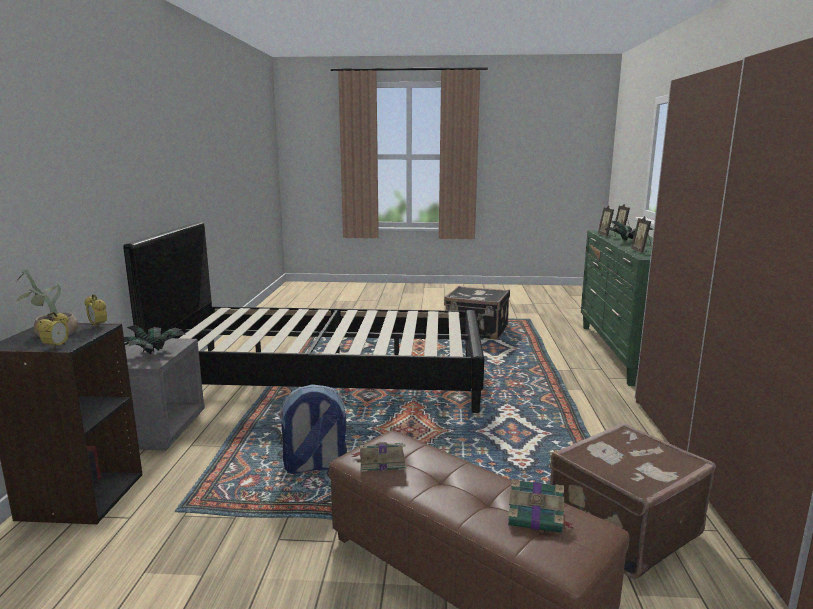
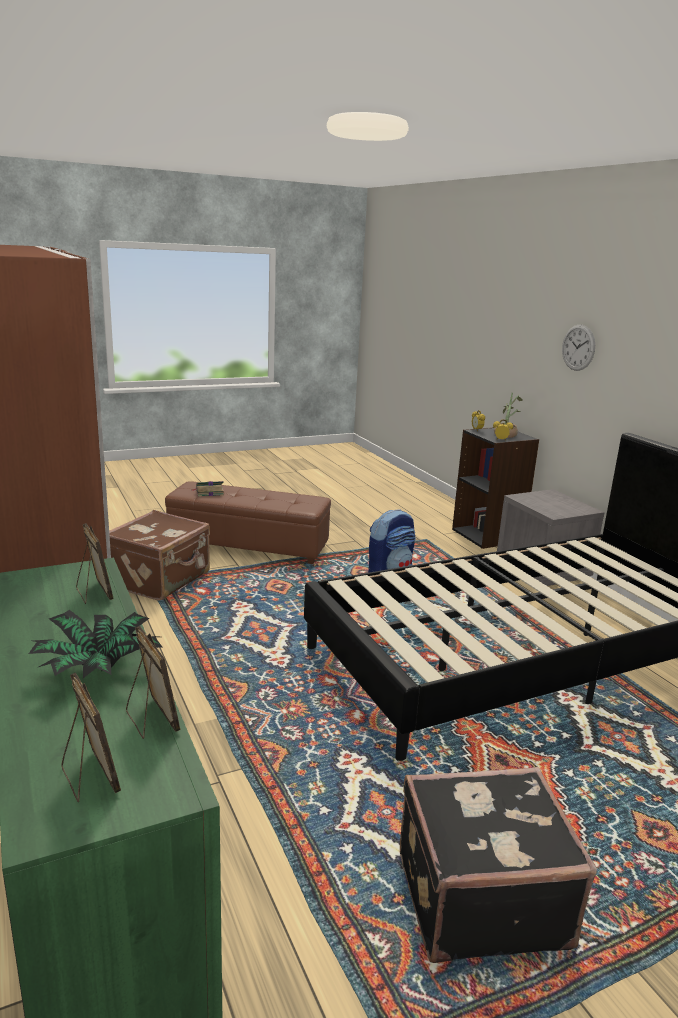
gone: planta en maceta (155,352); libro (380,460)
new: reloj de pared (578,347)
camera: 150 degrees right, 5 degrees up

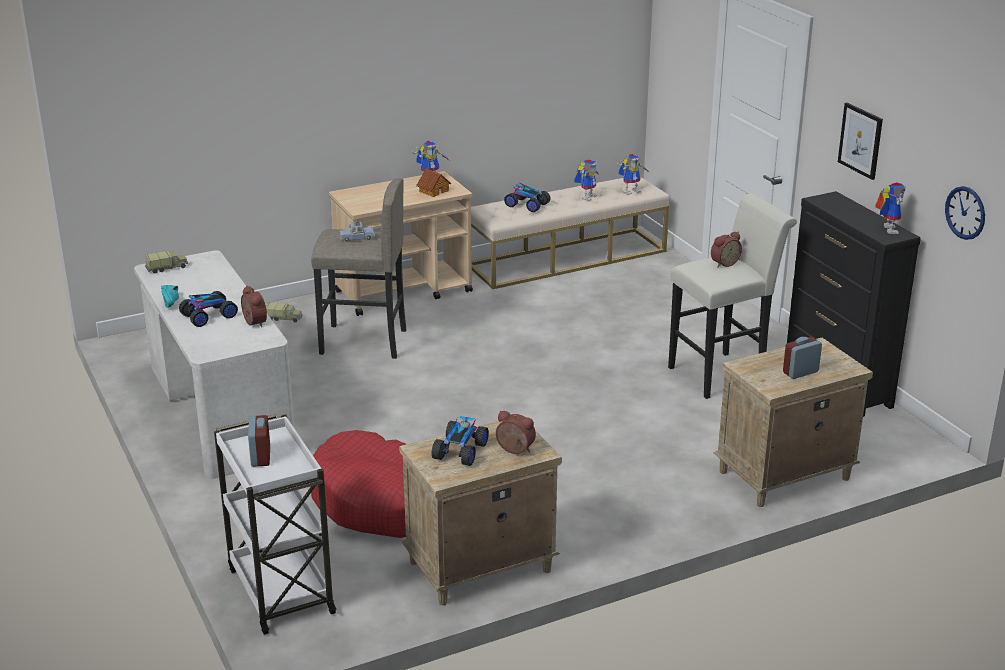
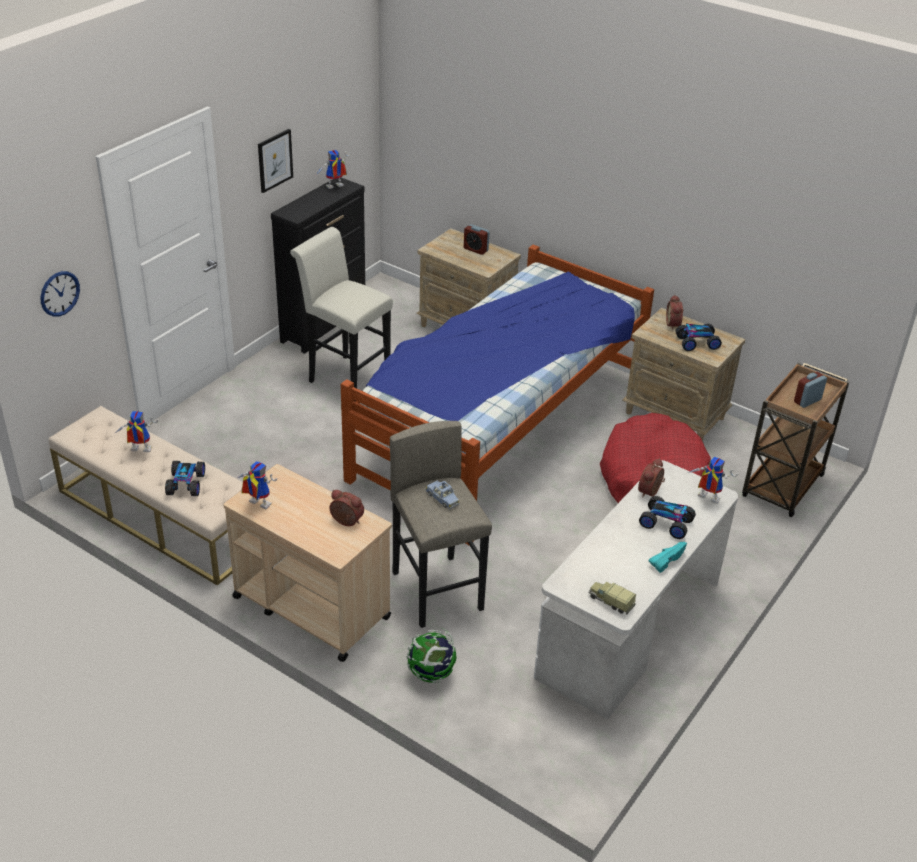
gone: casita (433,191)
new: cama (498,427)
shifted: reloj de pared (965,212) to (59,293); despertador (723,263) to (346,522); robot de juguete (631,190) to (705,499)
swapped: camión de juguete (284,318) to globo terráqueo (431,673)
repainted: carrito/blanco (280,589) to carrito/marrón (782,487)
camera: 120 degrees left, 10 degrees up

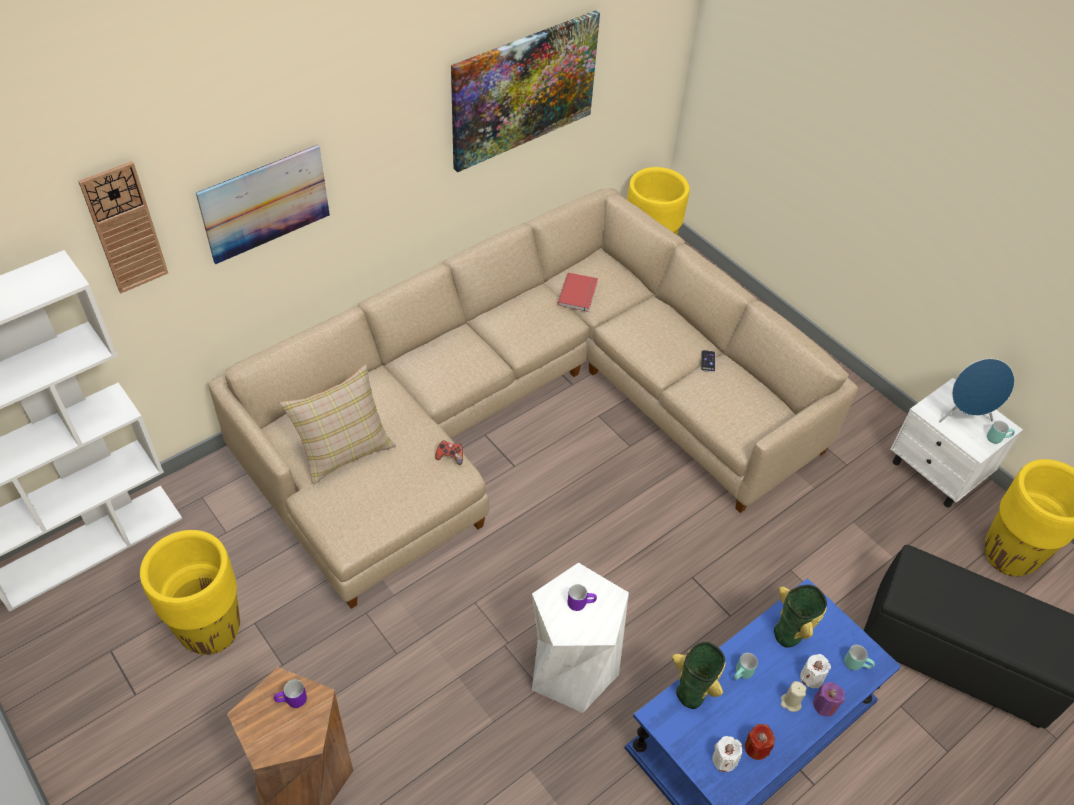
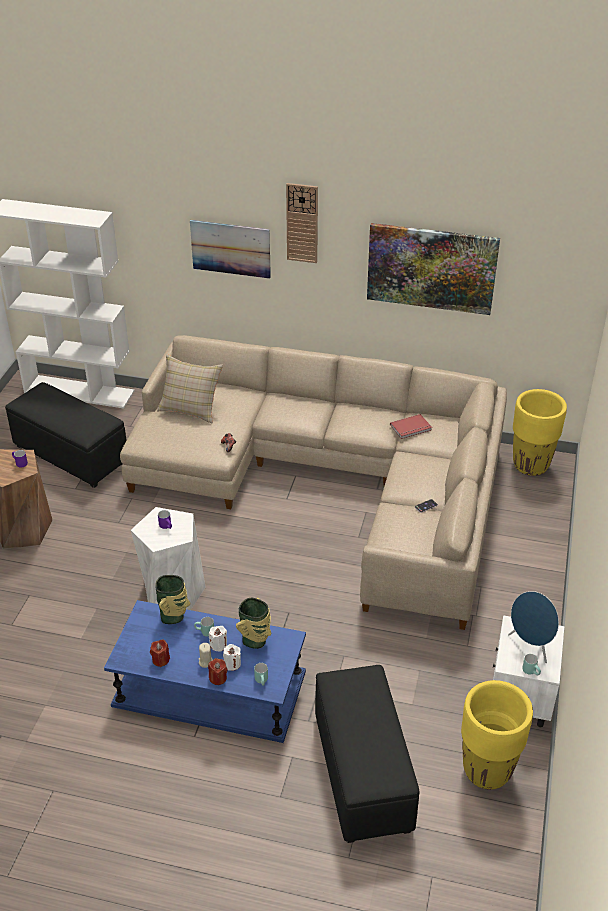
shifted: vela/blanco (724,759) to (218,645); reloj de pared (125,228) to (302,223)
swapped: maceta/amarillo (211,630) to puf/negro (72,455)
repainted: vela/morado (825,705) to vela/rojo (218,678)
camera: 55 degrees right, 10 degrees down

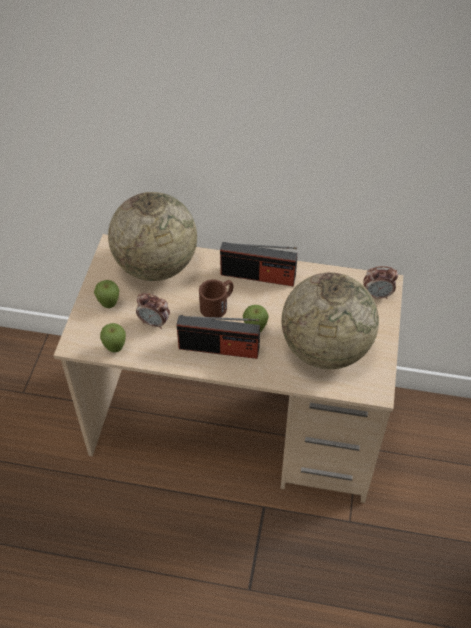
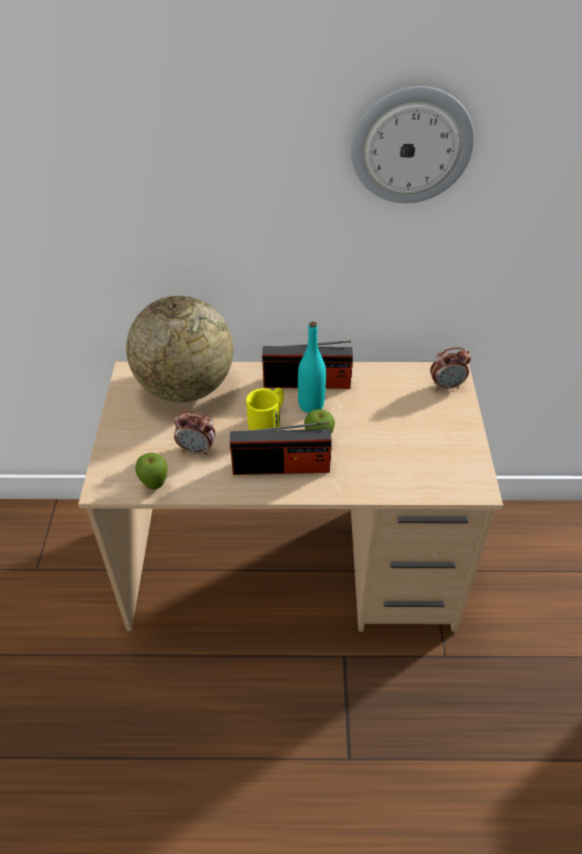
gone: manzana (109,305); globo terráqueo (325,349)
new: botella/turquesa (311,405); reloj de pared (411,145)
repainted: taza grande/marrón (218,305) to taza grande/amarillo (268,420)
camera: 10 degrees left, 5 degrees down

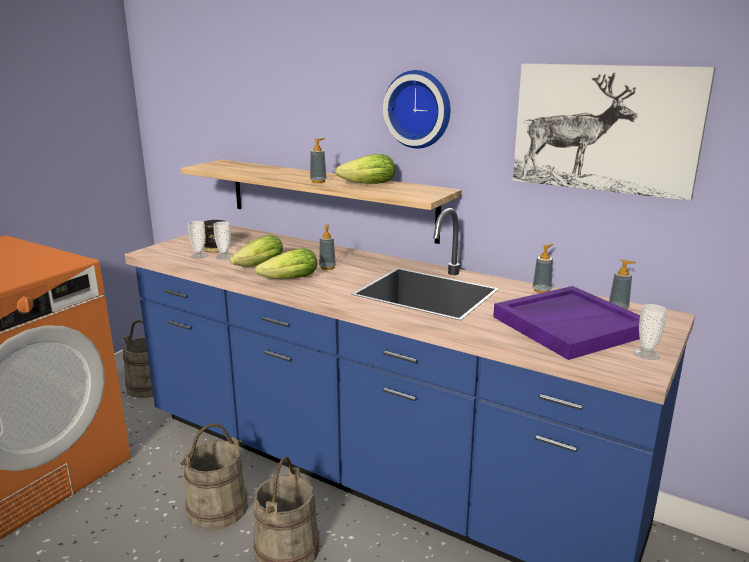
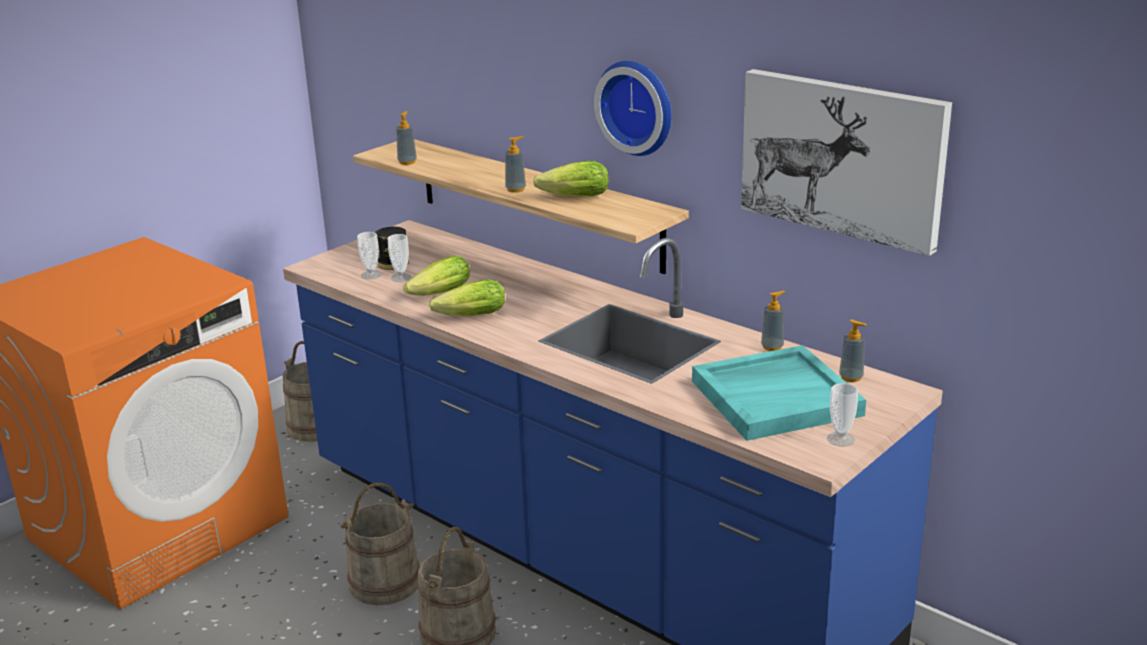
shifted: dispensador de jabón (327,267) to (407,162)
repainted: bandeja/morado (569,325) to bandeja/turquesa (776,397)
camera: 10 degrees right, 5 degrees up

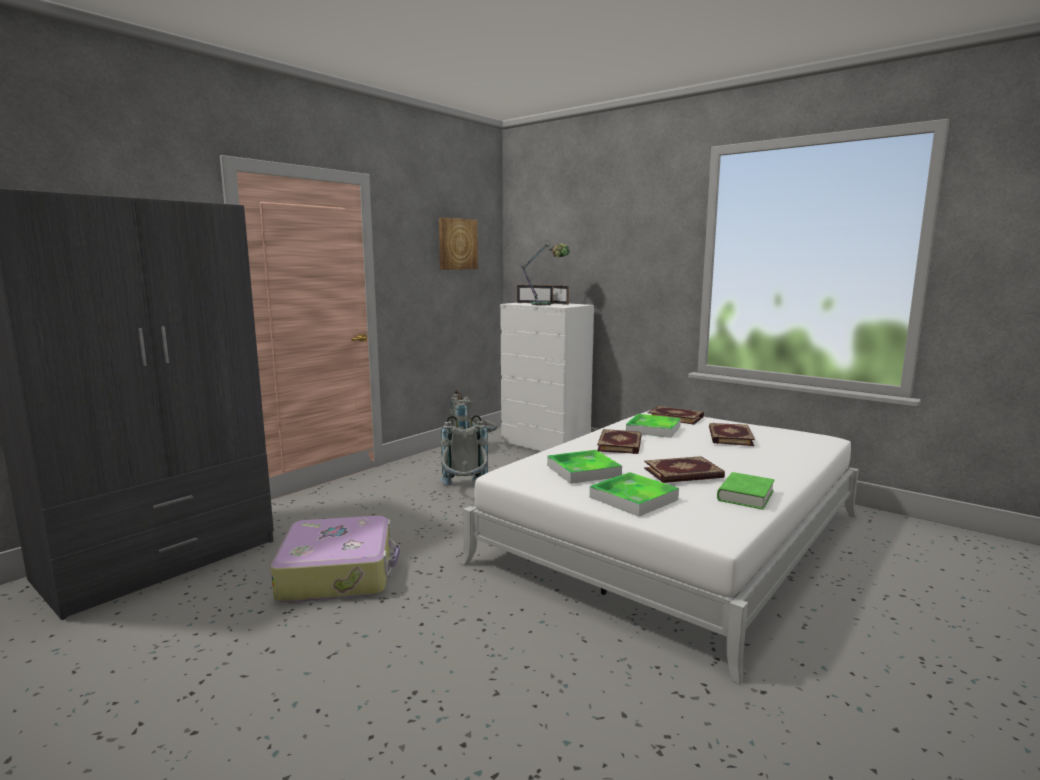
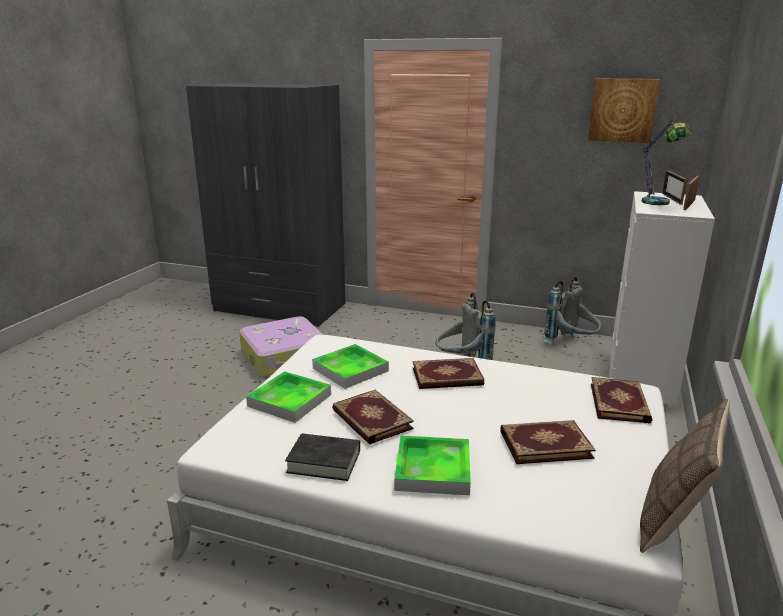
new: cojín (673,521)
shifted: bandeja (653,429) to (433,469)
repainted: libro/verde (745,496) to libro/negro (324,461)
camera: 70 degrees right, 10 degrees up

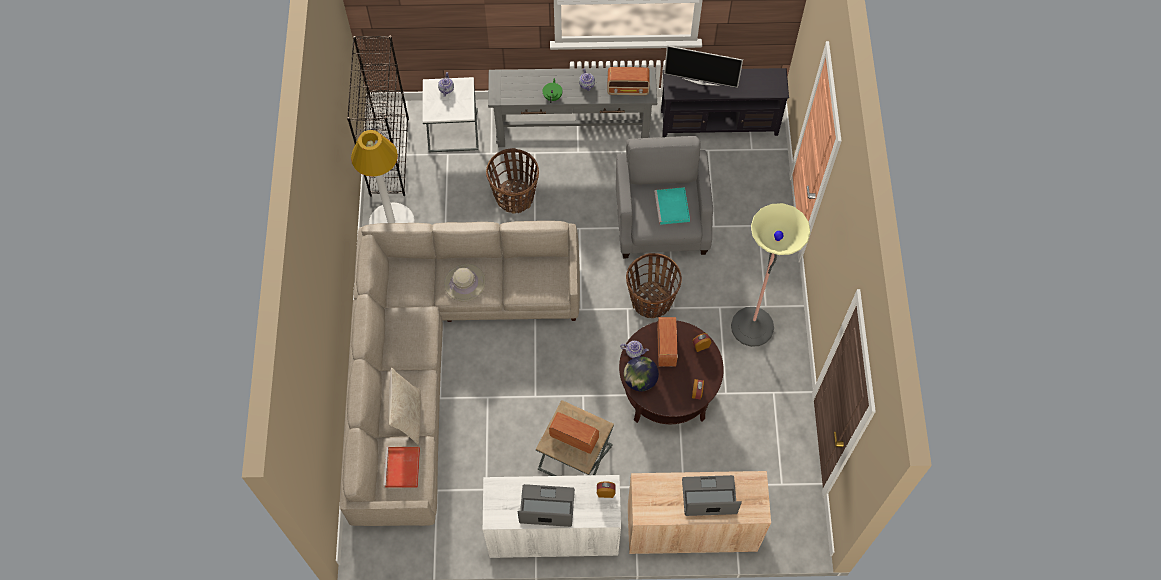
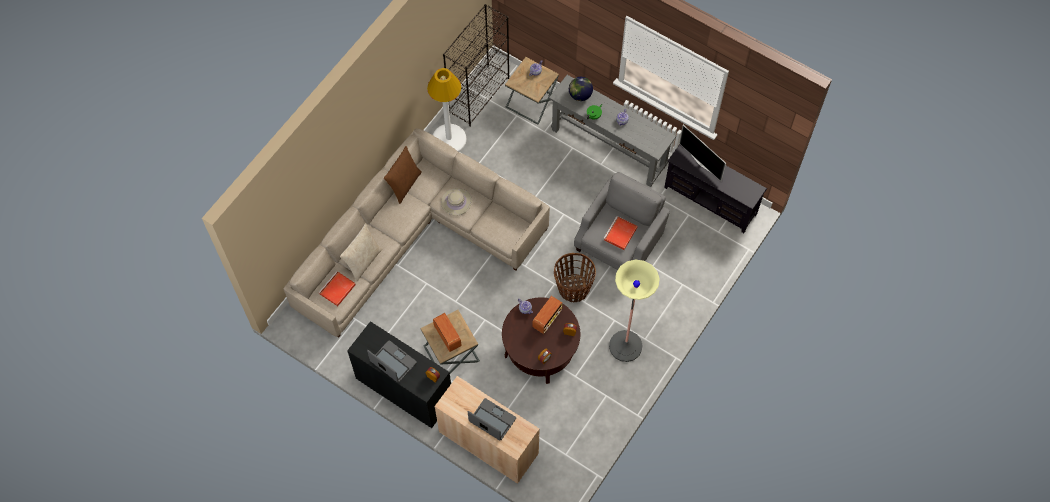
gone: cesta (515,197); radio (628,89)
new: cojín/marrón (404,184)
shifted: globo terráqueo (640,380) to (580,95)
repainted: armario/blanco (553,532) to armario/negro (404,389); mesa auxiliar/blanco (453,130) to mesa auxiliar/marrón (531,102); bandeja/turquesa (672,207) to bandeja/rojo (620,234)
camera: 35 degrees right, 0 degrees up

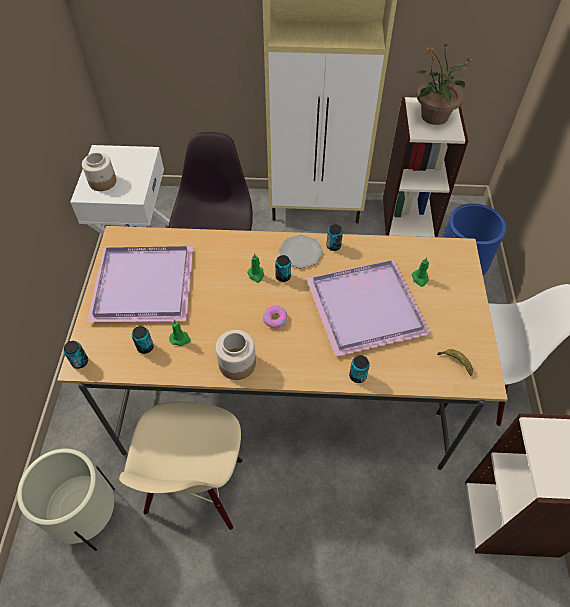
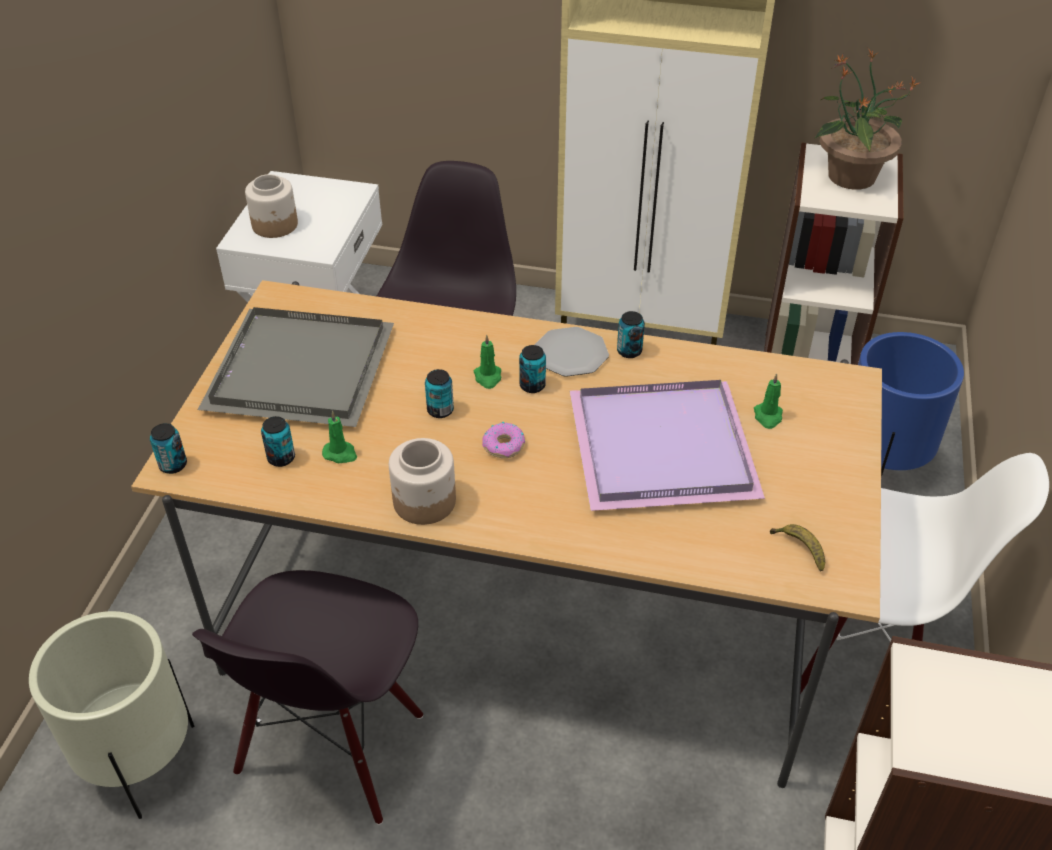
shifted: lata (357,376) to (440,410)
repainted: silla/beis (196,488) to silla/negro (332,747); bandeja/morado (142,283) to bandeja/gris (298,368)
camera: 10 degrees right, 10 degrees down

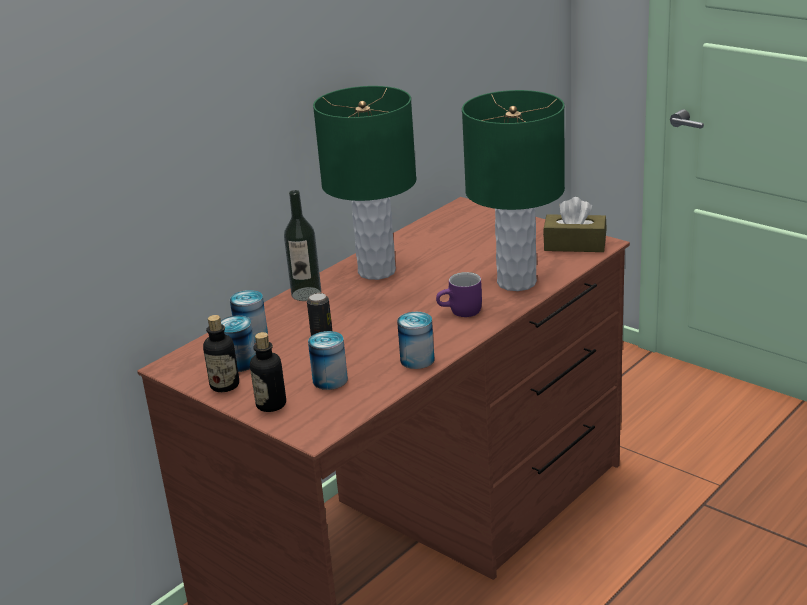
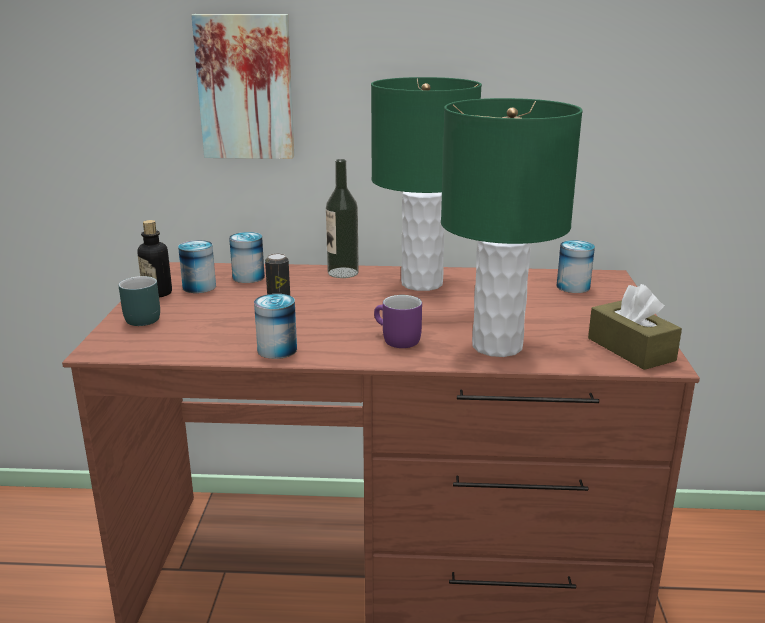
new: cuadro (246,87)
shifted: lata (330,380) to (573,287)
swapped: botella (271,404) to taza grande/turquesa (139,318)
camera: 50 degrees right, 5 degrees down

